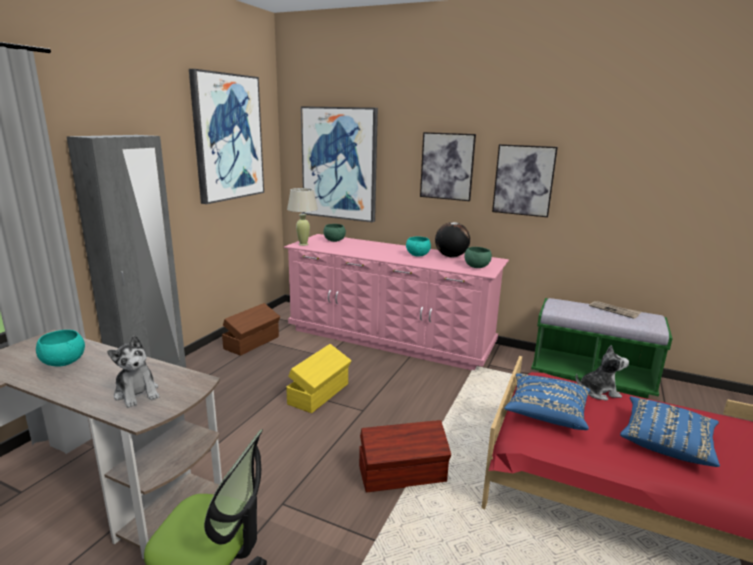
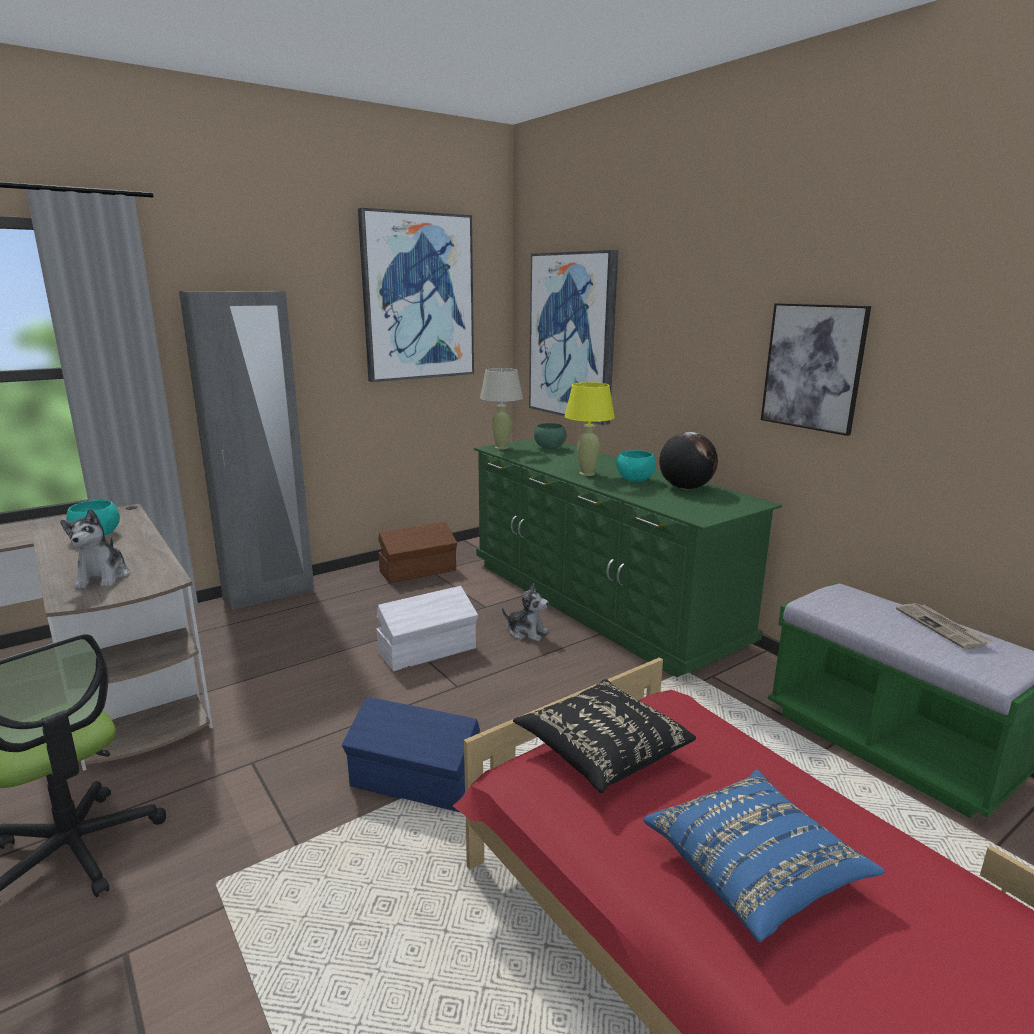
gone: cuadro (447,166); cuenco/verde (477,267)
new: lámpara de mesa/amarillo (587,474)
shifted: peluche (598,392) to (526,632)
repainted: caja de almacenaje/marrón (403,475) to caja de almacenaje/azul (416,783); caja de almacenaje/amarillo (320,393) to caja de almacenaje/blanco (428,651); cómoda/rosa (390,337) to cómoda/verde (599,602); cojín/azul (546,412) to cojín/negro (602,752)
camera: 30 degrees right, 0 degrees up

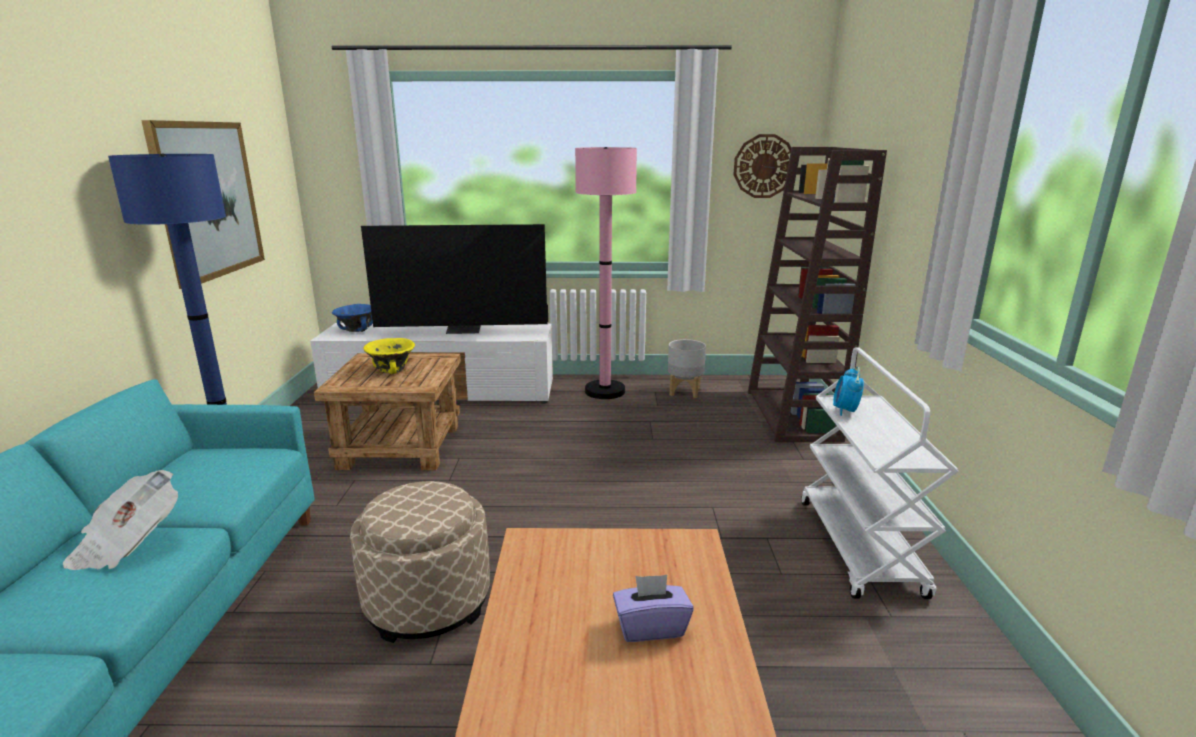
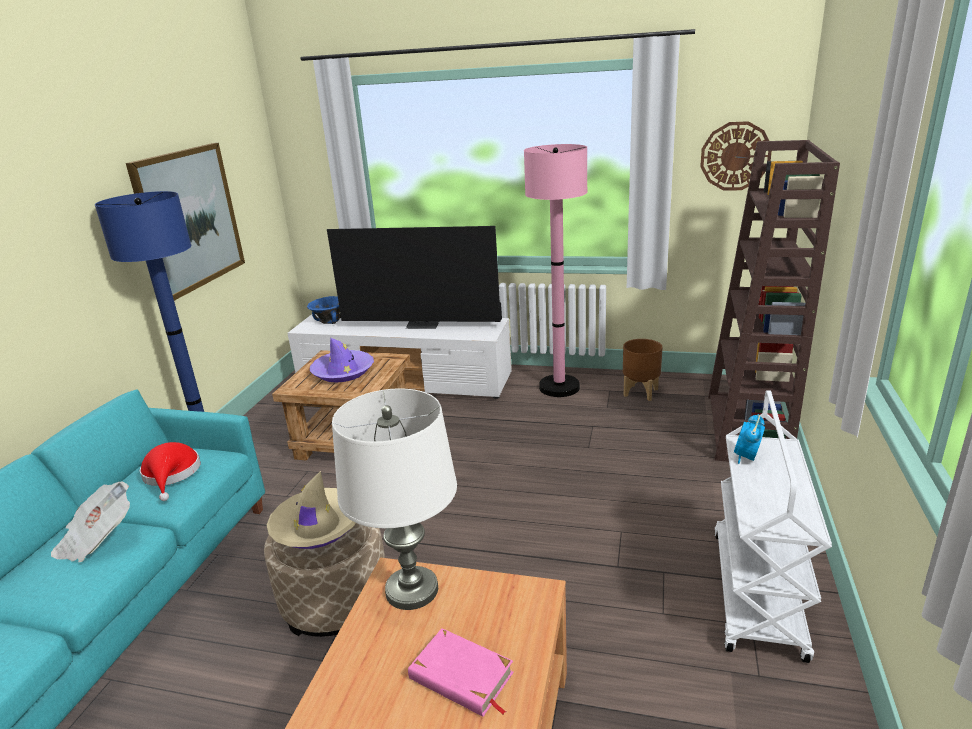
new: sombrero/rojo (171,474); sombrero/beis (317,526); lámpara de mesa/blanco (411,590)
swapped: cuenco/amarillo (391,370) to sombrero/morado (343,372); caja de pañuelos/morado (650,627) to libro/rosa (461,677)
repainted: maceta/gris (684,392) to maceta/marrón (640,392)
camera: 15 degrees right, 5 degrees up

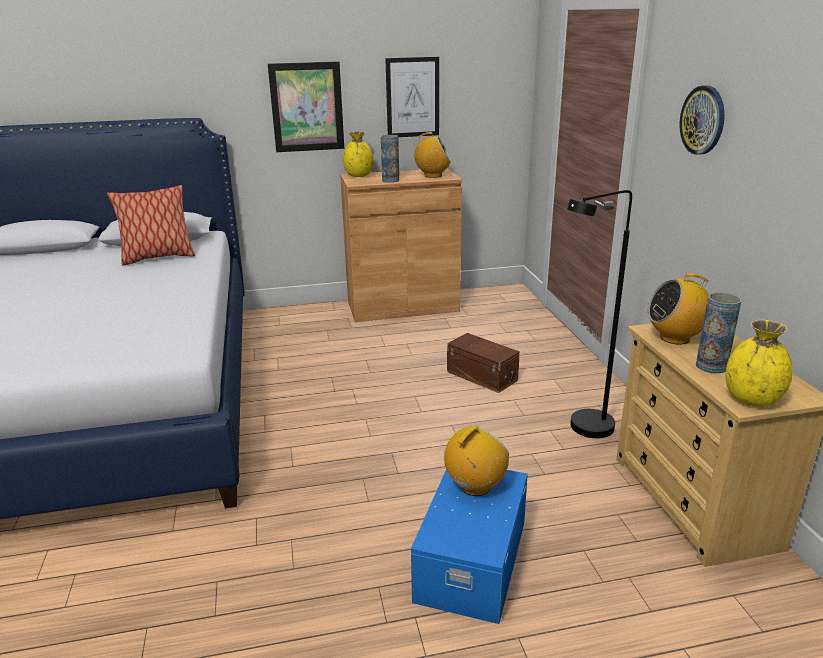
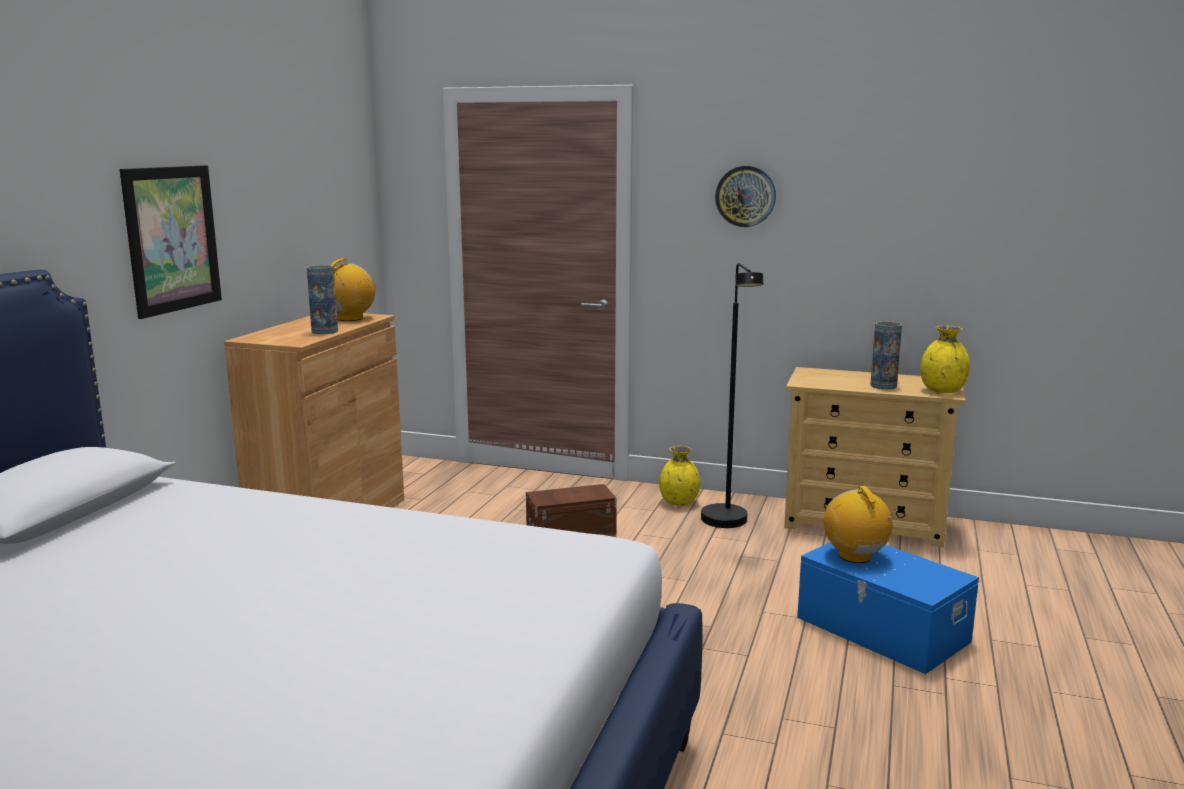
gone: cojín (158,258); cuadro (412,97); radio (675,338)
shifted: florero/amarillo (359,176) to (679,502)
camera: 60 degrees left, 10 degrees down

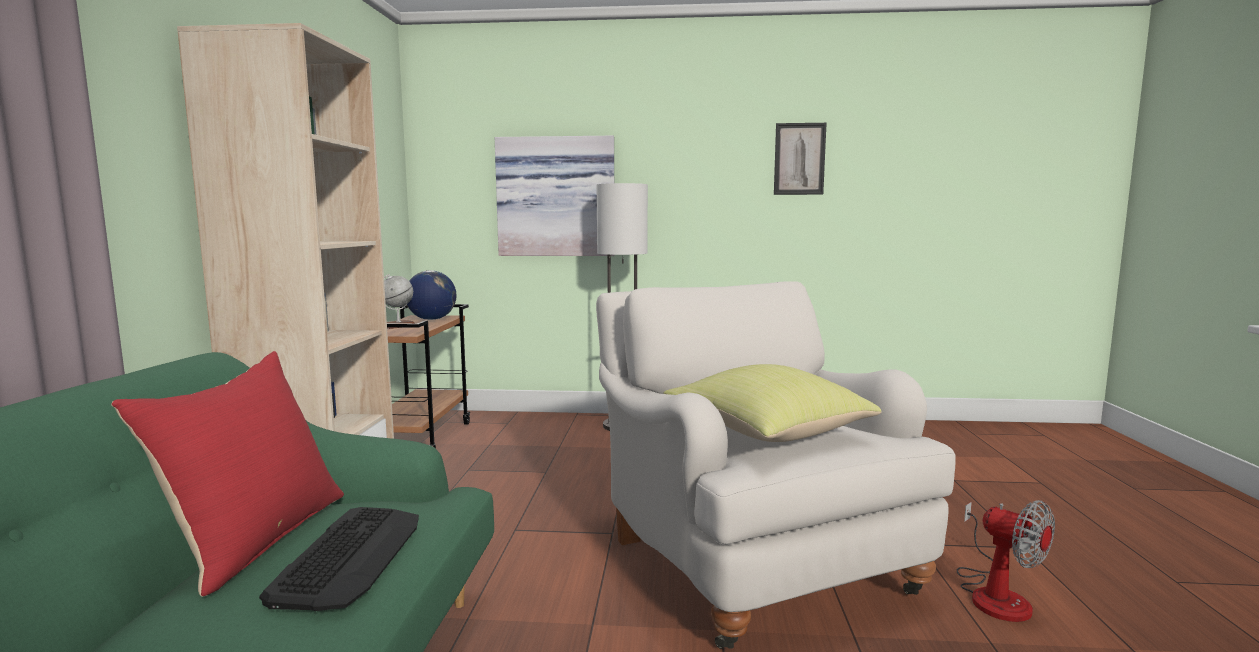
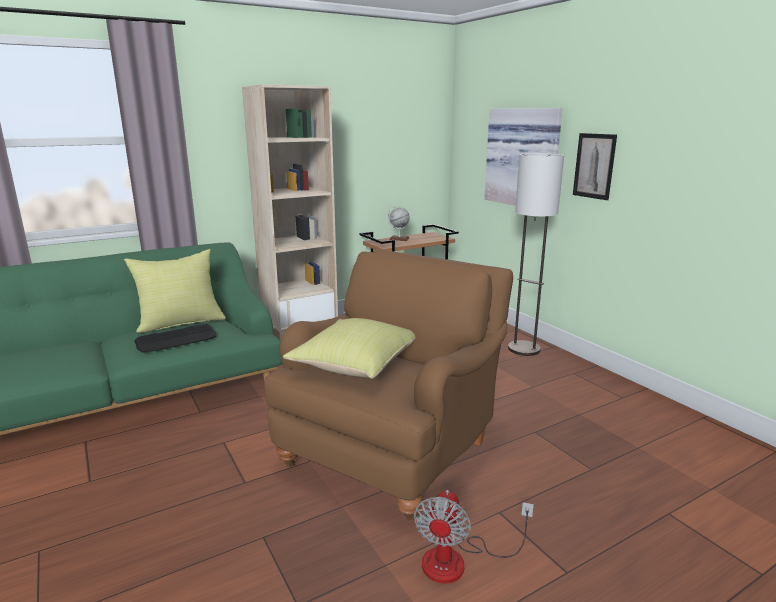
gone: globo terráqueo (431,319)
shifted: cuadro (799,159) to (594,166)
repainted: cojín/rojo (257,539) to cojín/amarillo (181,322); sillón/blanco (750,558) to sillón/marrón (393,449)
camera: 55 degrees right, 10 degrees up

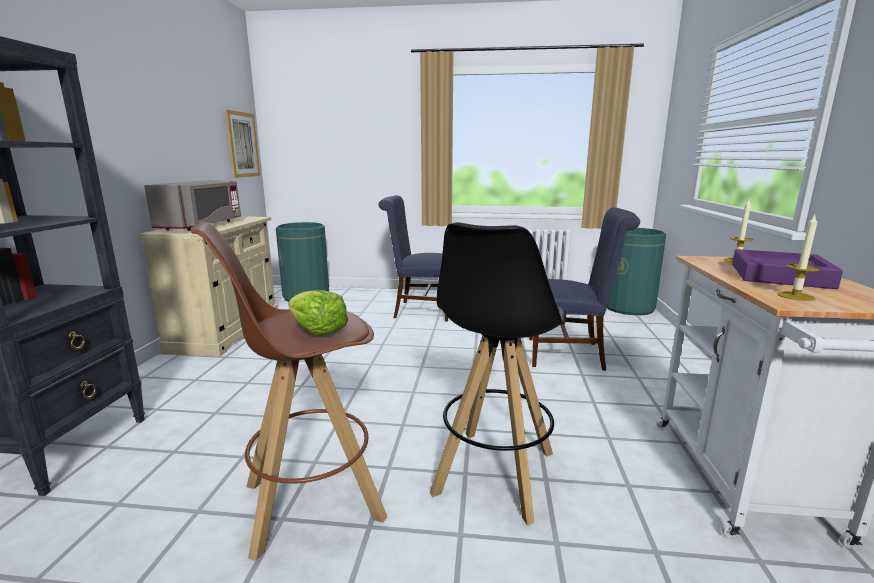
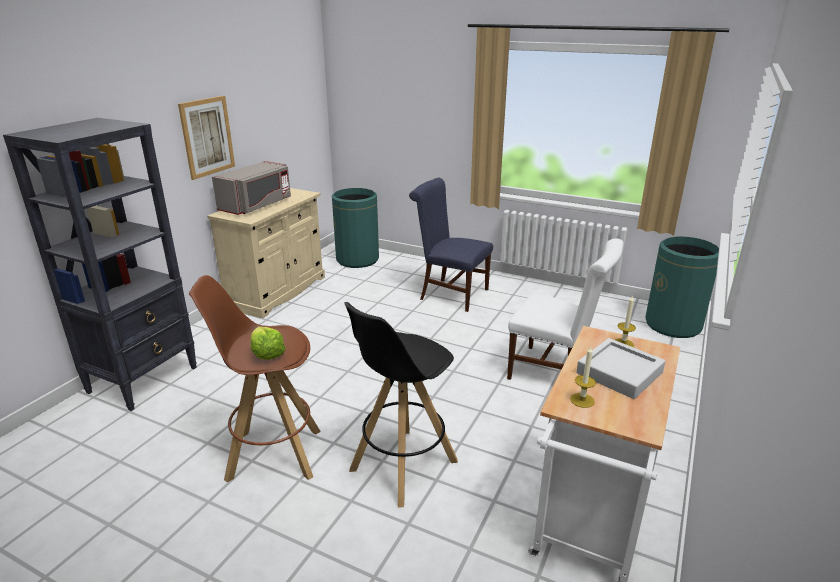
shifted: cuadro (242,145) to (207,137)
repainted: silla/azul (571,354) to silla/blanco (555,372); bandeja/morado (779,276) to bandeja/gris (619,373)
camera: 20 degrees right, 10 degrees up

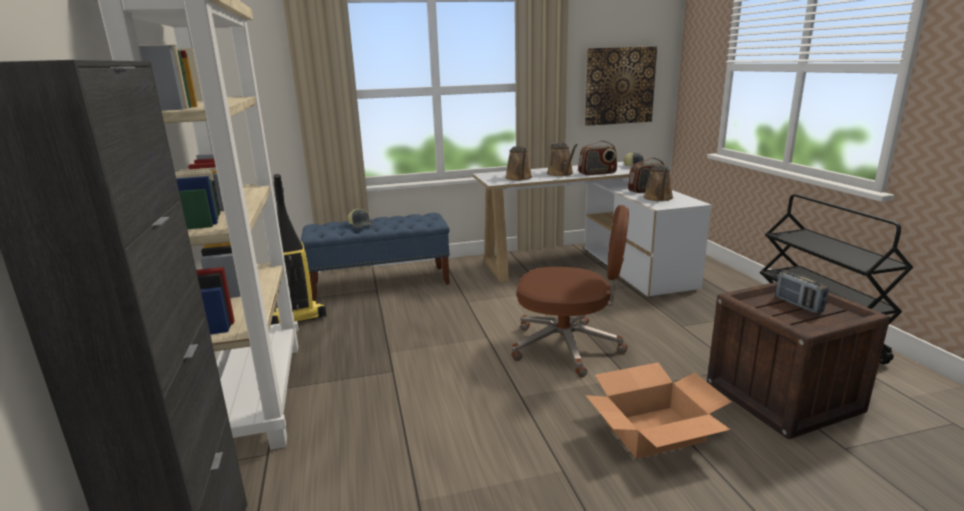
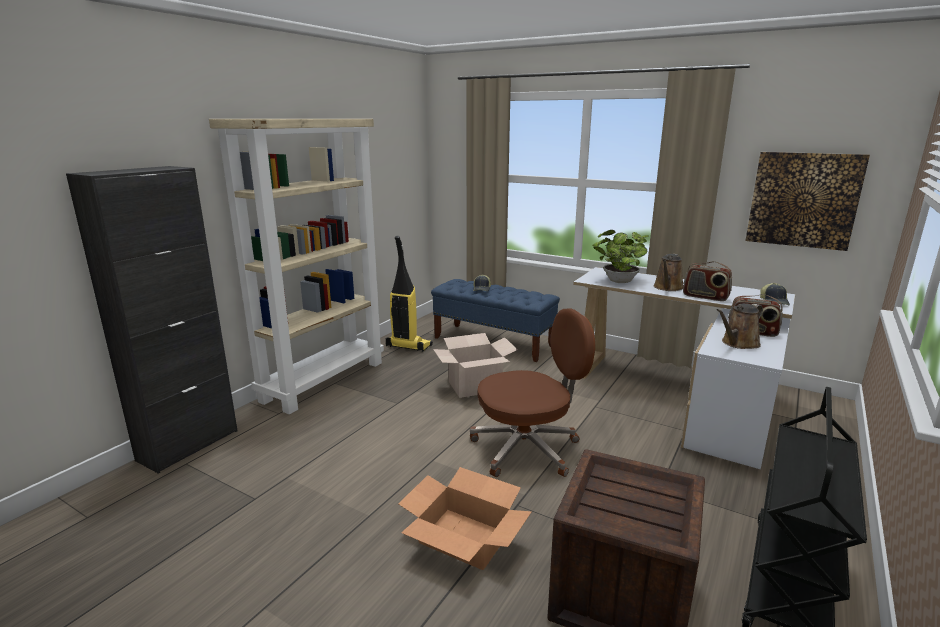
gone: radio (798,305)
new: caja de cartón (475,386)
swapped: regadera/marrón (519,178) to planta en maceta (618,281)
rotated: silla de oficina/marrón (568,347) = (527,448) 75 degrees counterclockwise
camera: 45 degrees right, 0 degrees up

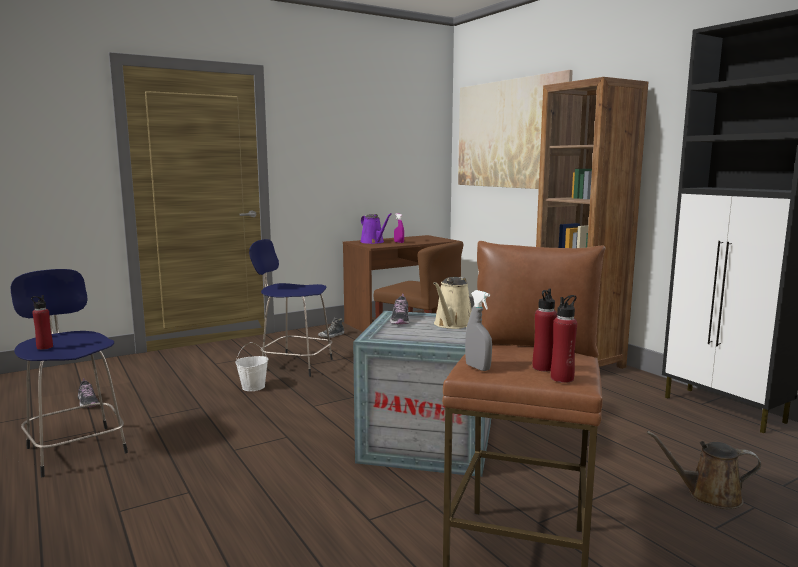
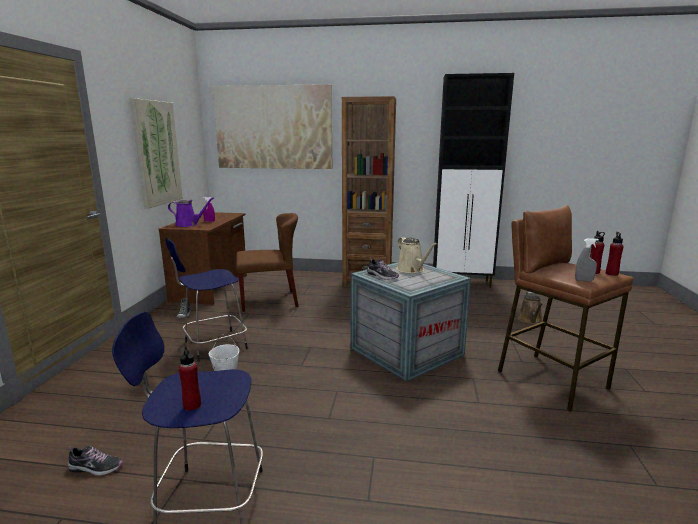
new: cuadro (157,153)
rotated: regadera/marrón (709,495) = (530,320) 45 degrees counterclockwise
camera: 50 degrees left, 5 degrees up

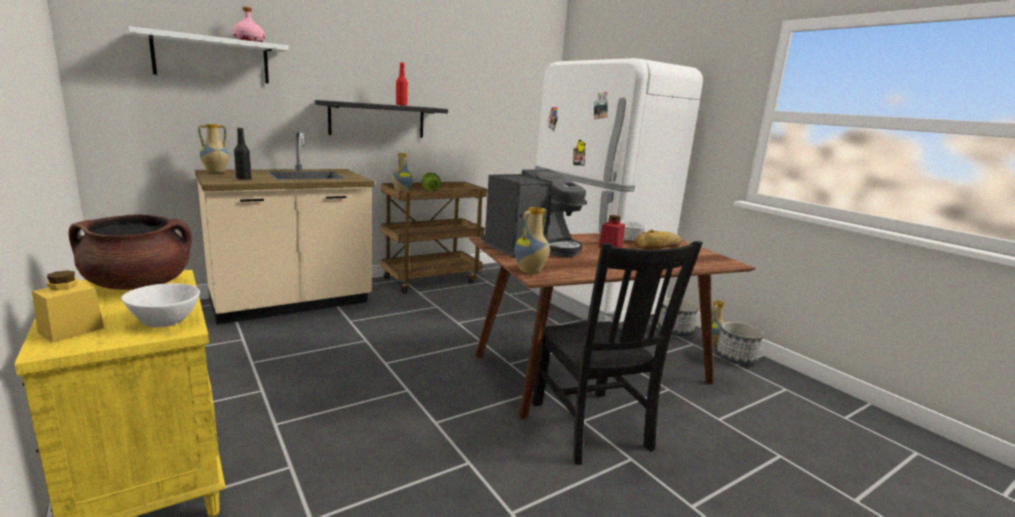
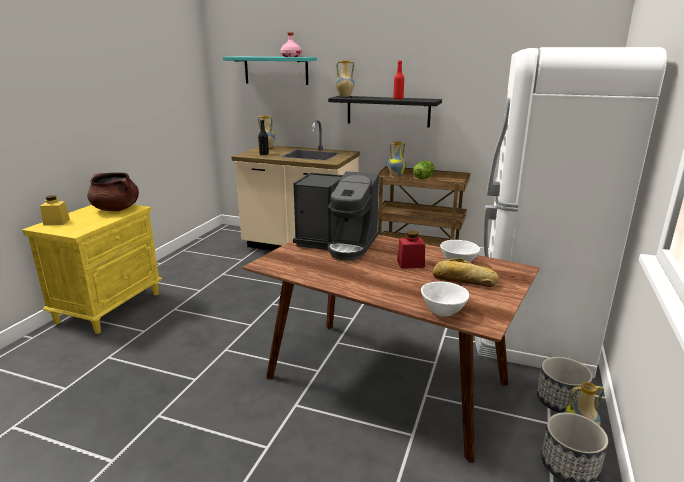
gone: silla/negro (592,428)
shifted: florero (530,272) to (345,96); cuenco/blanco (165,322) to (443,312)
repainted: estante/blanco (212,59) to estante/turquesa (276,70)
camera: 55 degrees right, 5 degrees up

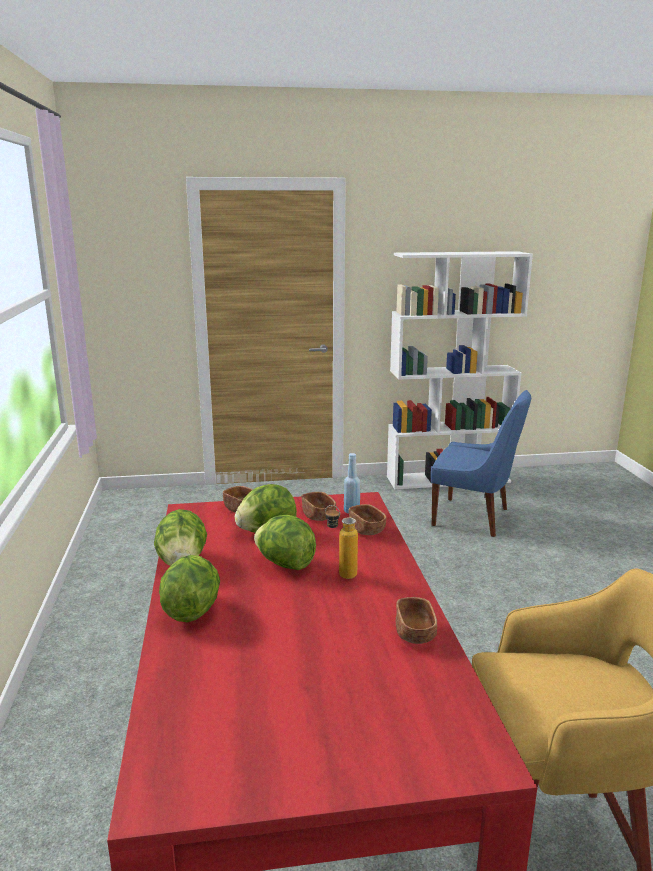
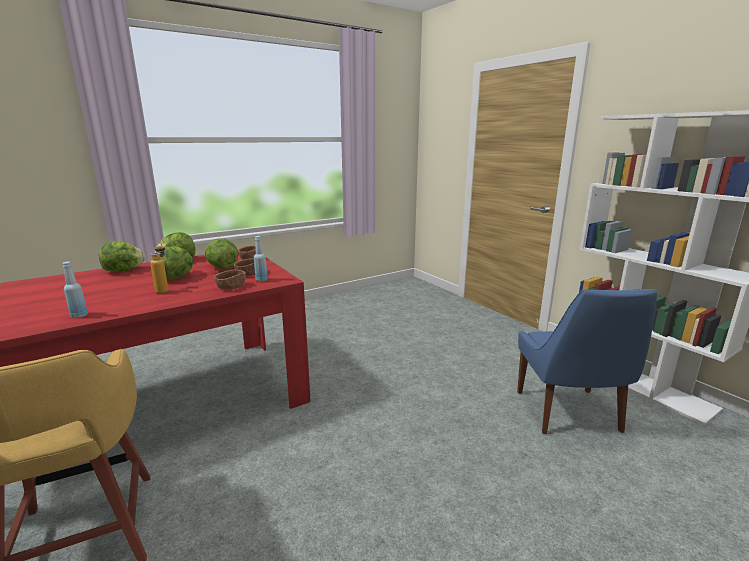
swapped: cuenco/marrón (415,633) to botella/azul (79,316)
camera: 65 degrees right, 0 degrees up

